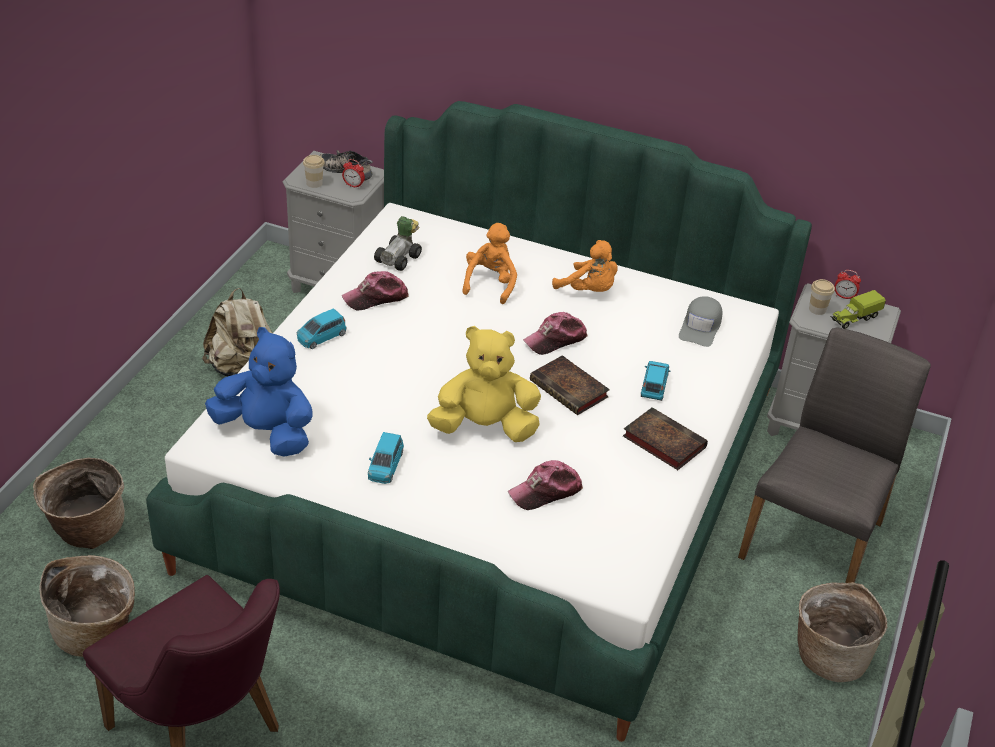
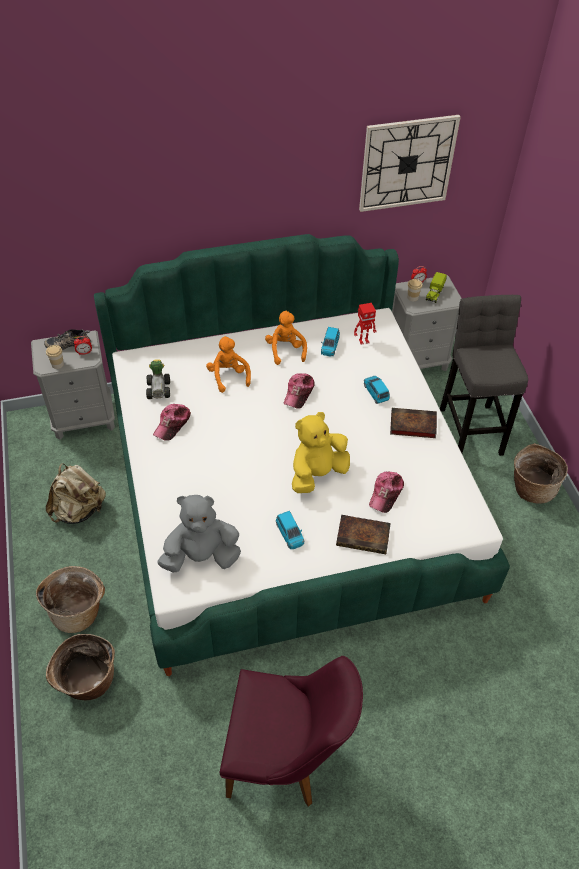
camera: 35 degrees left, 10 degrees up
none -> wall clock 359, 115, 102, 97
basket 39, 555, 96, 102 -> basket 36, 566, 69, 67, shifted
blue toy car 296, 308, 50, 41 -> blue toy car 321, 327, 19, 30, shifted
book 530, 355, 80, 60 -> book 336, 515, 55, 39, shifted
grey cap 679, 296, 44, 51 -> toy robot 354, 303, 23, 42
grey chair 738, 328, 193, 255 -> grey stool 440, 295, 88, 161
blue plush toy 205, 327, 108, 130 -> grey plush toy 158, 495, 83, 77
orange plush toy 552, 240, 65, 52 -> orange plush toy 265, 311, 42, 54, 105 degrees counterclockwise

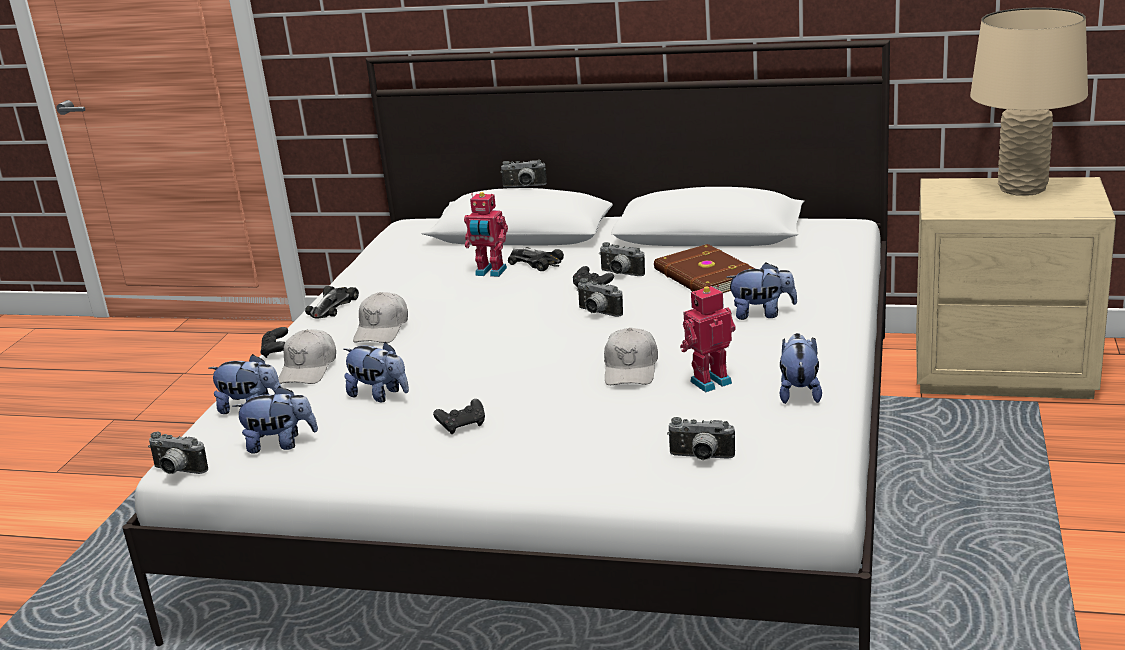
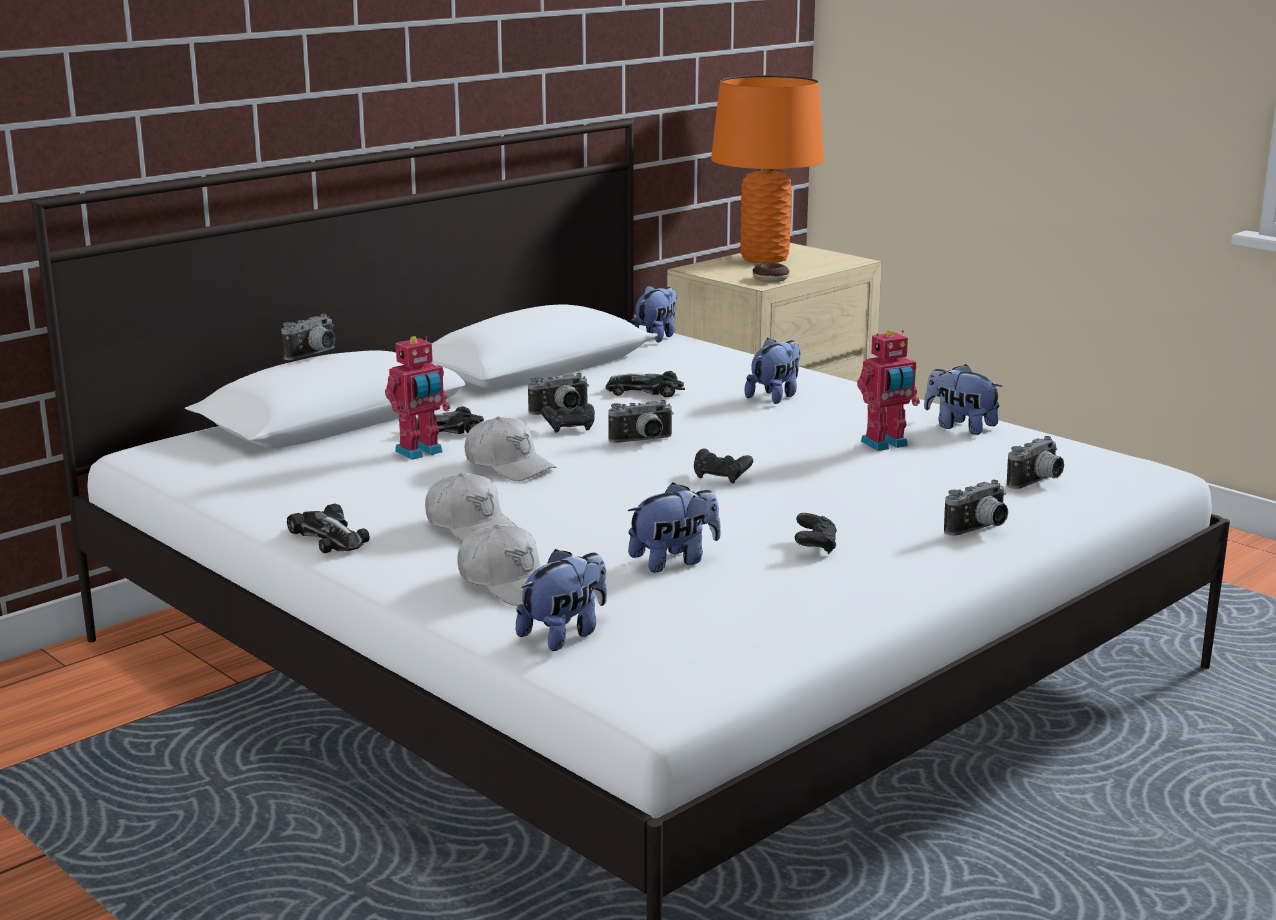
camera: 60 degrees left, 5 degrees down
none -> donut 753, 263, 37, 19
photo camera 148, 432, 60, 42 -> photo camera 944, 480, 64, 56, shifted
plush toy 232, 386, 86, 68 -> plush toy 631, 285, 46, 58, shifted
black game controller 260, 327, 28, 31 -> black game controller 694, 449, 59, 35, shifted
white cap 604, 328, 54, 57 -> white cap 464, 417, 92, 64, shifted
brown book 654, 244, 101, 49 -> toy car 606, 371, 79, 26
beige table lamp 970, 8, 118, 188 -> orange table lamp 711, 75, 113, 188
toy robot 680, 285, 56, 107 -> toy robot 857, 330, 63, 121, 120 degrees counterclockwise

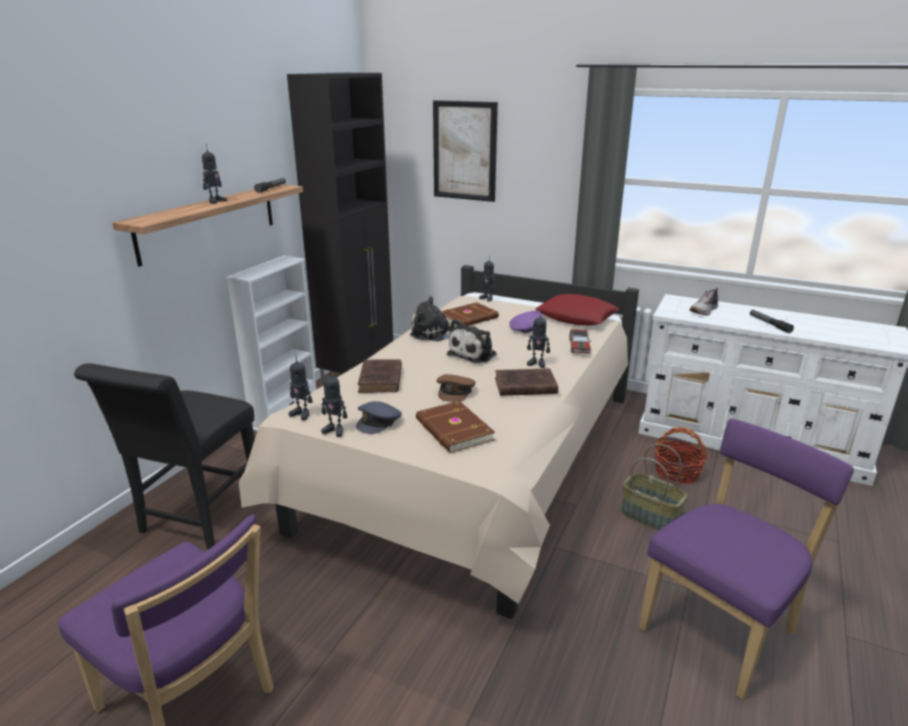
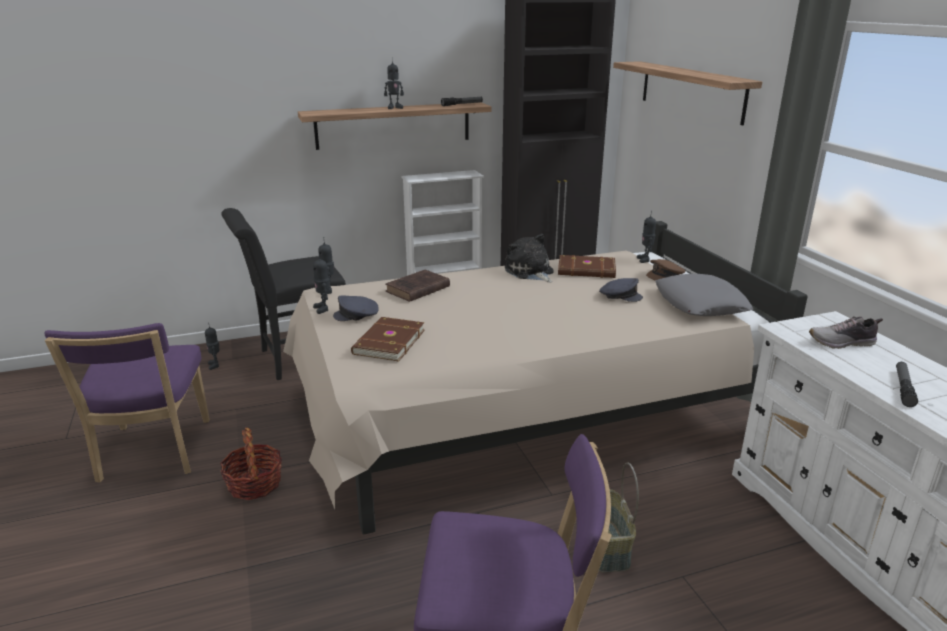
camera: 45 degrees right, 0 degrees up
plush toy 447, 319, 50, 44 -> none
brown book 495, 368, 63, 28 -> none
toy car 569, 329, 22, 25 -> none
brown cap 436, 374, 40, 28 -> brown cap 646, 259, 39, 21, shifted
toy robot 527, 311, 23, 57 -> toy robot 205, 322, 14, 48, shifted
basket 655, 427, 52, 57 -> basket 220, 428, 62, 72, shifted
picture 433, 100, 65, 102 -> shelf 613, 61, 149, 64
purple cap 510, 311, 32, 22 -> grey cap 599, 278, 44, 24
red pillow 536, 294, 84, 31 -> grey pillow 655, 274, 98, 42

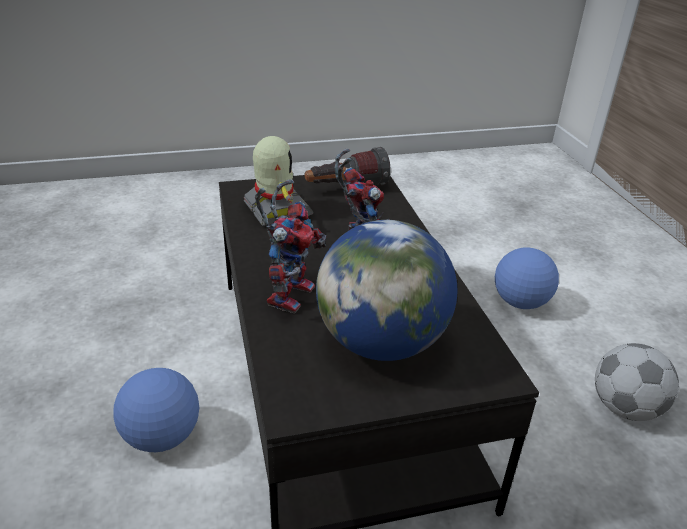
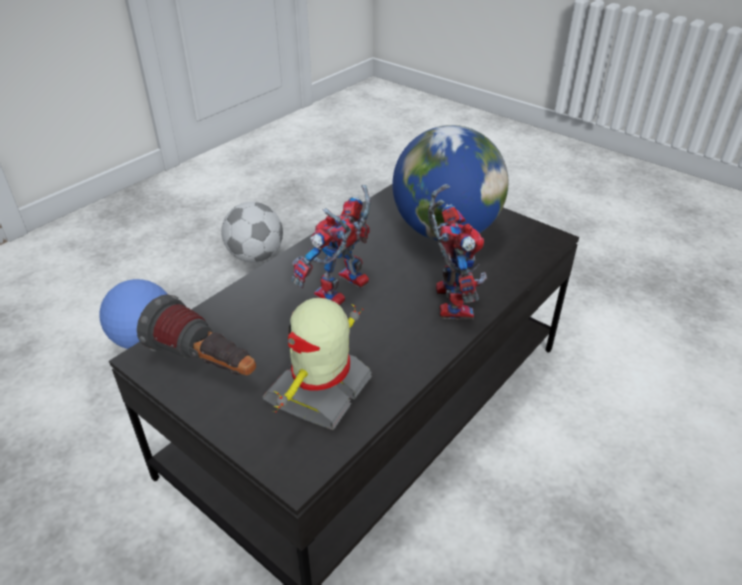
camera: 125 degrees left, 5 degrees up
football 113, 368, 86, 84 -> none
toy robot 255, 179, 71, 134 -> toy robot 428, 184, 59, 136, 105 degrees clockwise

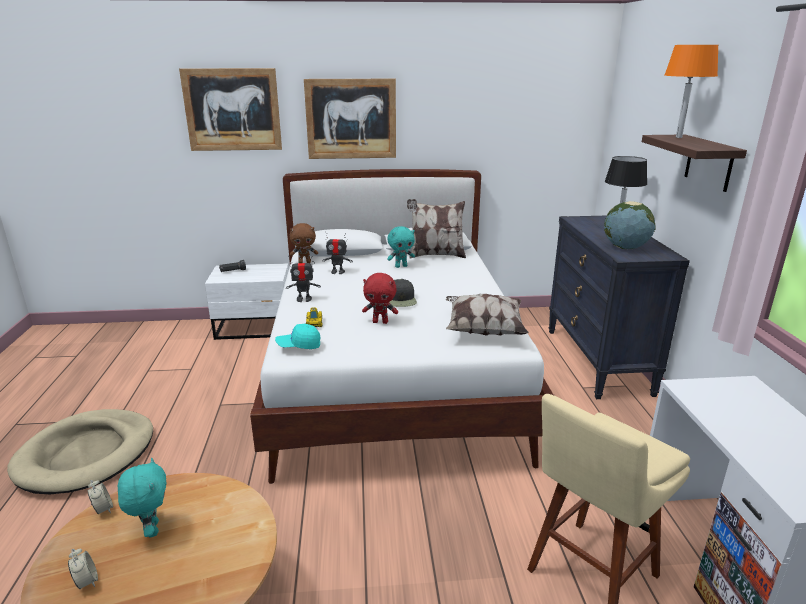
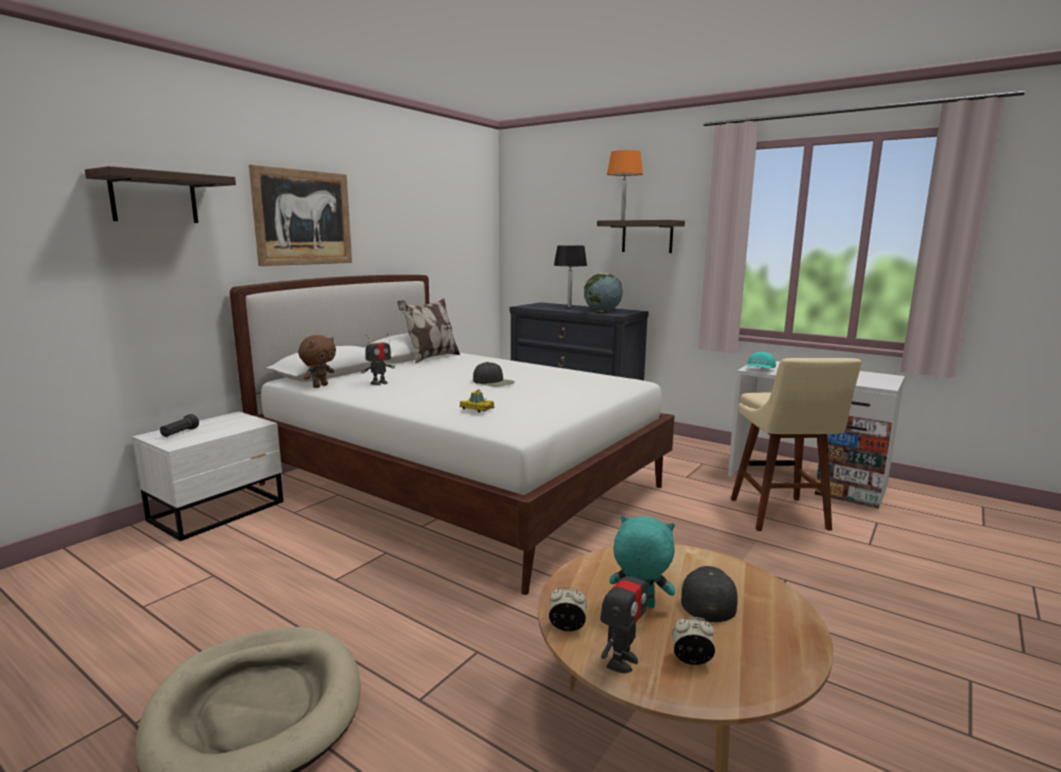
camera: 50 degrees left, 10 degrees down
red plush toy 362, 273, 36, 51 -> none
turquoise plush toy 387, 226, 28, 42 -> none
pillow 446, 294, 83, 42 -> none
none -> black cap 681, 566, 57, 56
turquoise cap 275, 324, 45, 25 -> turquoise cap 747, 352, 29, 17, shifted
toy robot 286, 256, 35, 46 -> toy robot 600, 558, 47, 115, shifted
picture 179, 68, 103, 83 -> shelf 85, 166, 151, 57

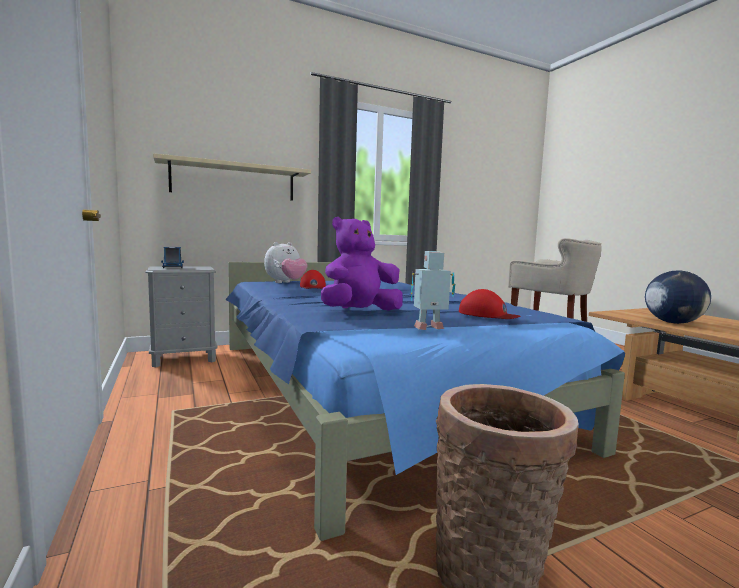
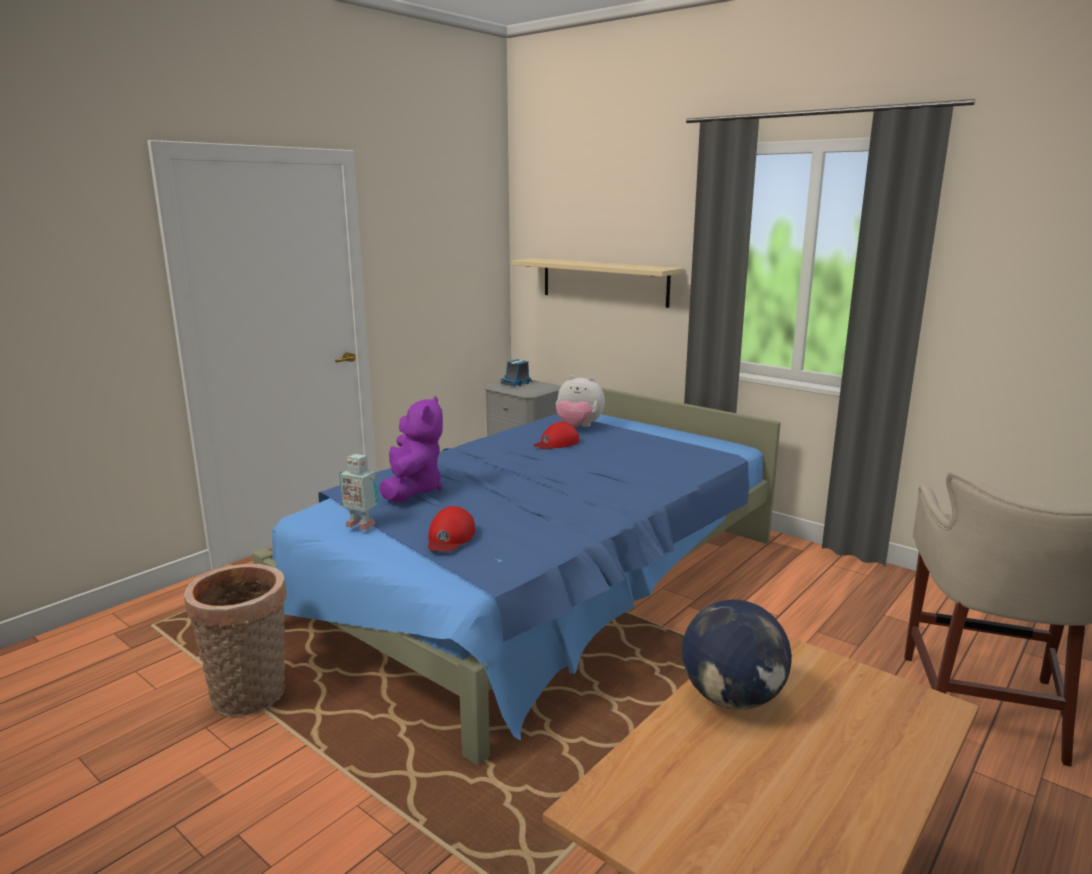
camera: 65 degrees right, 10 degrees up
purple plush toy 321, 217, 82, 93 -> purple plush toy 379, 396, 64, 106, 60 degrees clockwise
toy robot 411, 251, 44, 79 -> toy robot 339, 454, 39, 76, 150 degrees clockwise

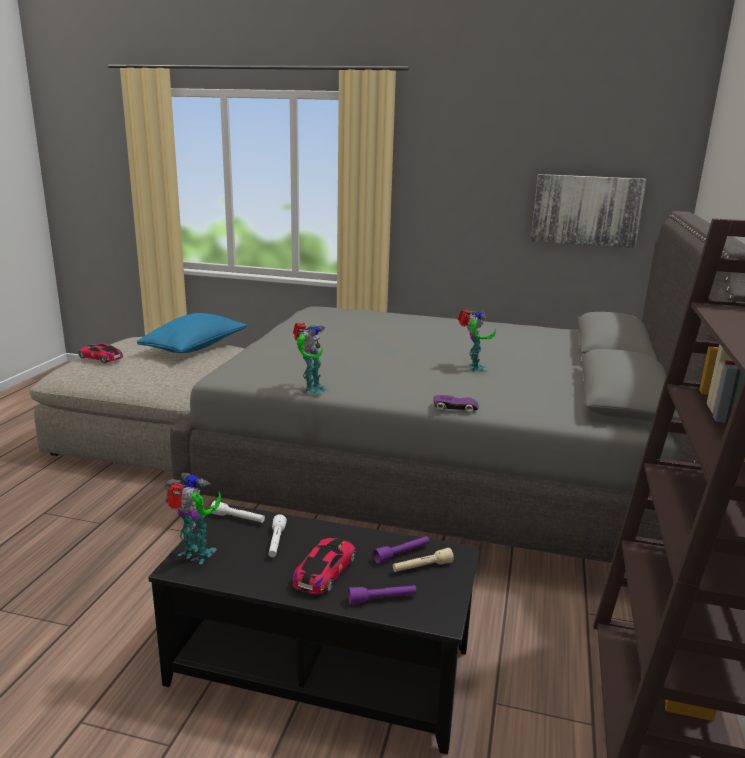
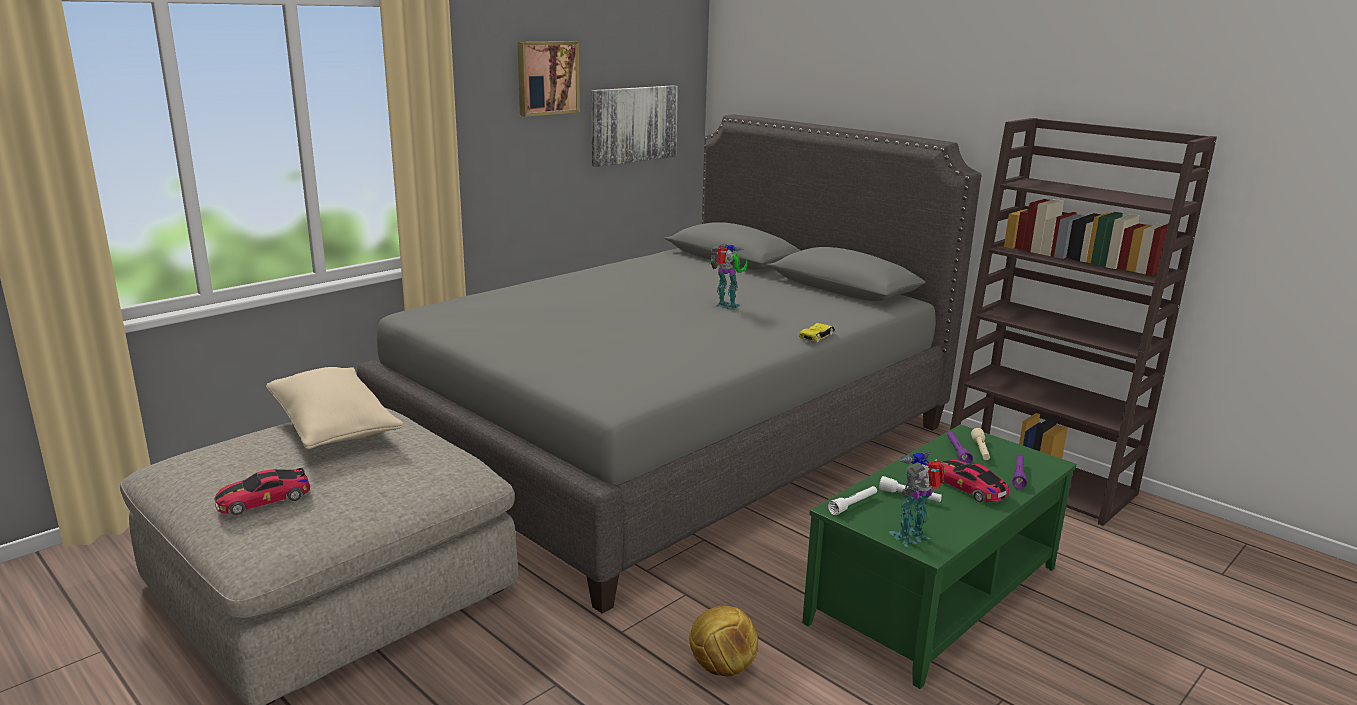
camera: 60 degrees left, 0 degrees up
toy robot 293, 323, 36, 72 -> none
none -> picture 517, 41, 63, 76
none -> football 690, 606, 68, 70
blue pillow 137, 313, 110, 40 -> beige pillow 266, 367, 138, 83
black coffee table 148, 504, 332, 251 -> green coffee table 802, 424, 275, 265
purple toy car 433, 395, 46, 17 -> yellow toy car 799, 323, 36, 19

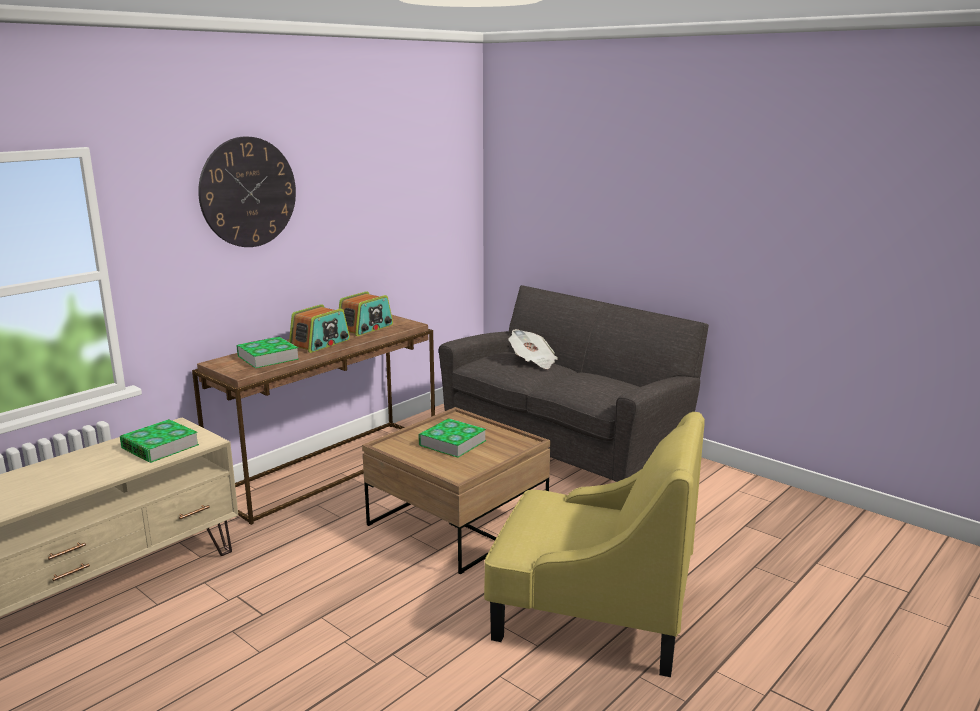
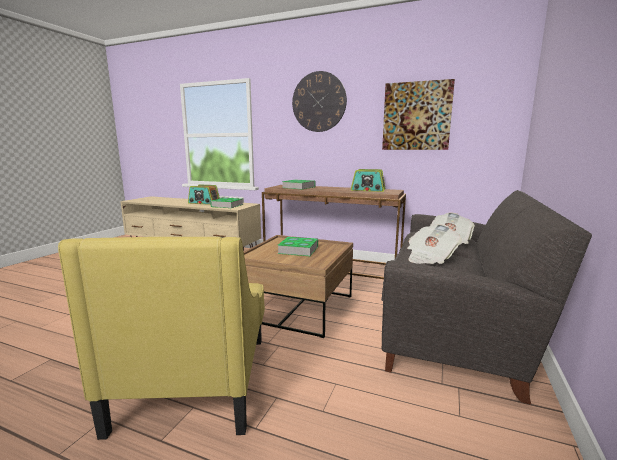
camera: 70 degrees right, 5 degrees down
none -> picture 382, 79, 73, 71
none -> newspaper 407, 224, 55, 40
radio 289, 304, 61, 49 -> radio 188, 184, 32, 21, shifted

